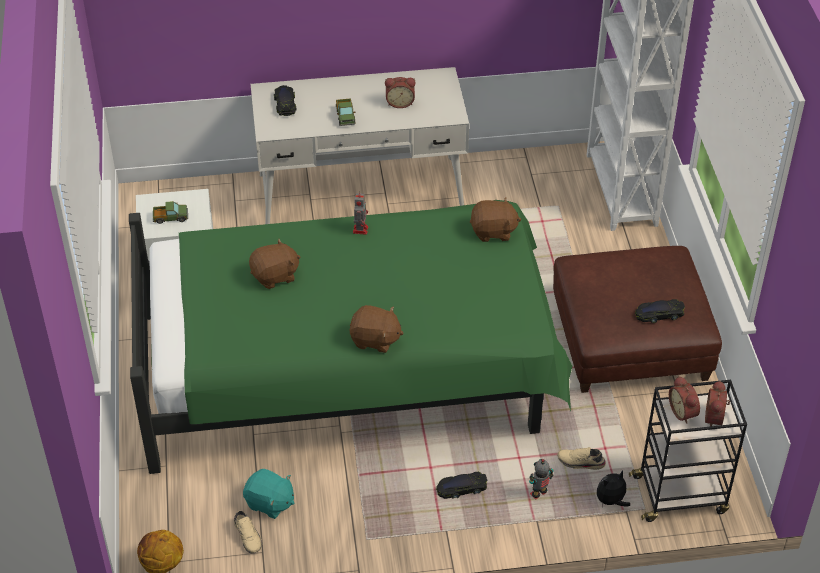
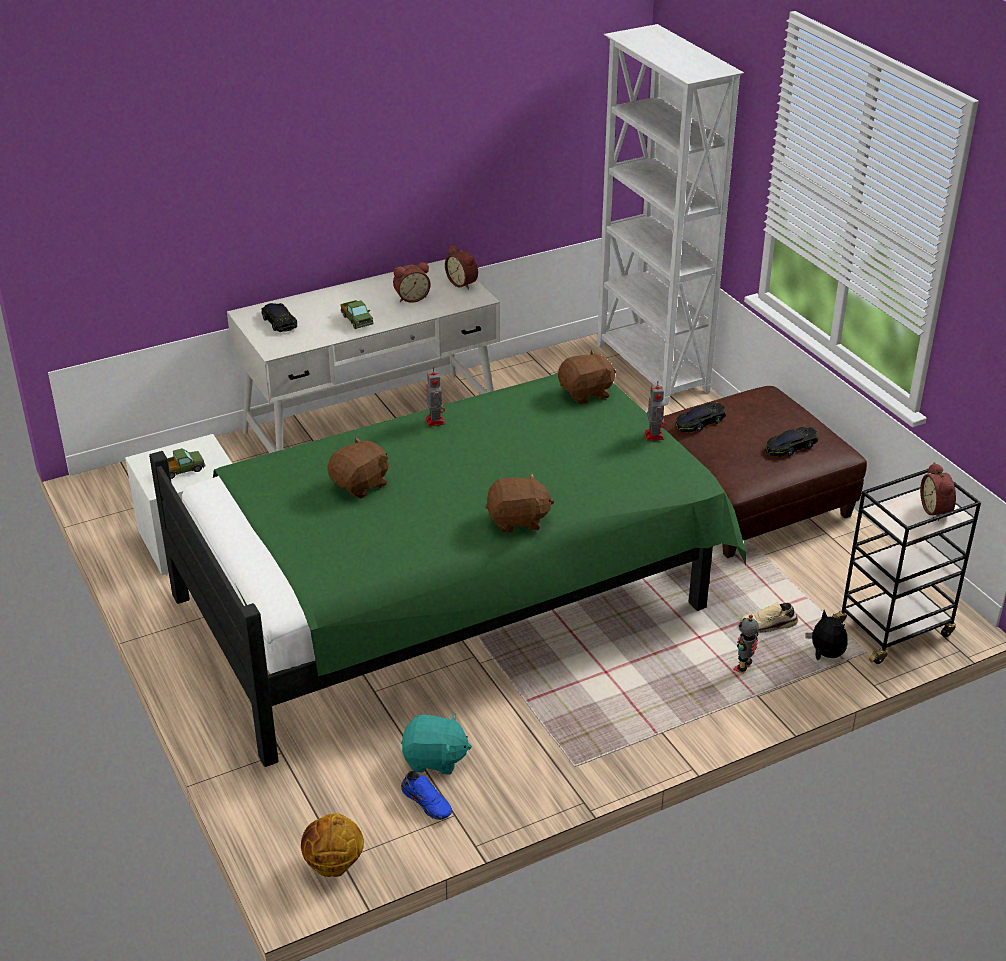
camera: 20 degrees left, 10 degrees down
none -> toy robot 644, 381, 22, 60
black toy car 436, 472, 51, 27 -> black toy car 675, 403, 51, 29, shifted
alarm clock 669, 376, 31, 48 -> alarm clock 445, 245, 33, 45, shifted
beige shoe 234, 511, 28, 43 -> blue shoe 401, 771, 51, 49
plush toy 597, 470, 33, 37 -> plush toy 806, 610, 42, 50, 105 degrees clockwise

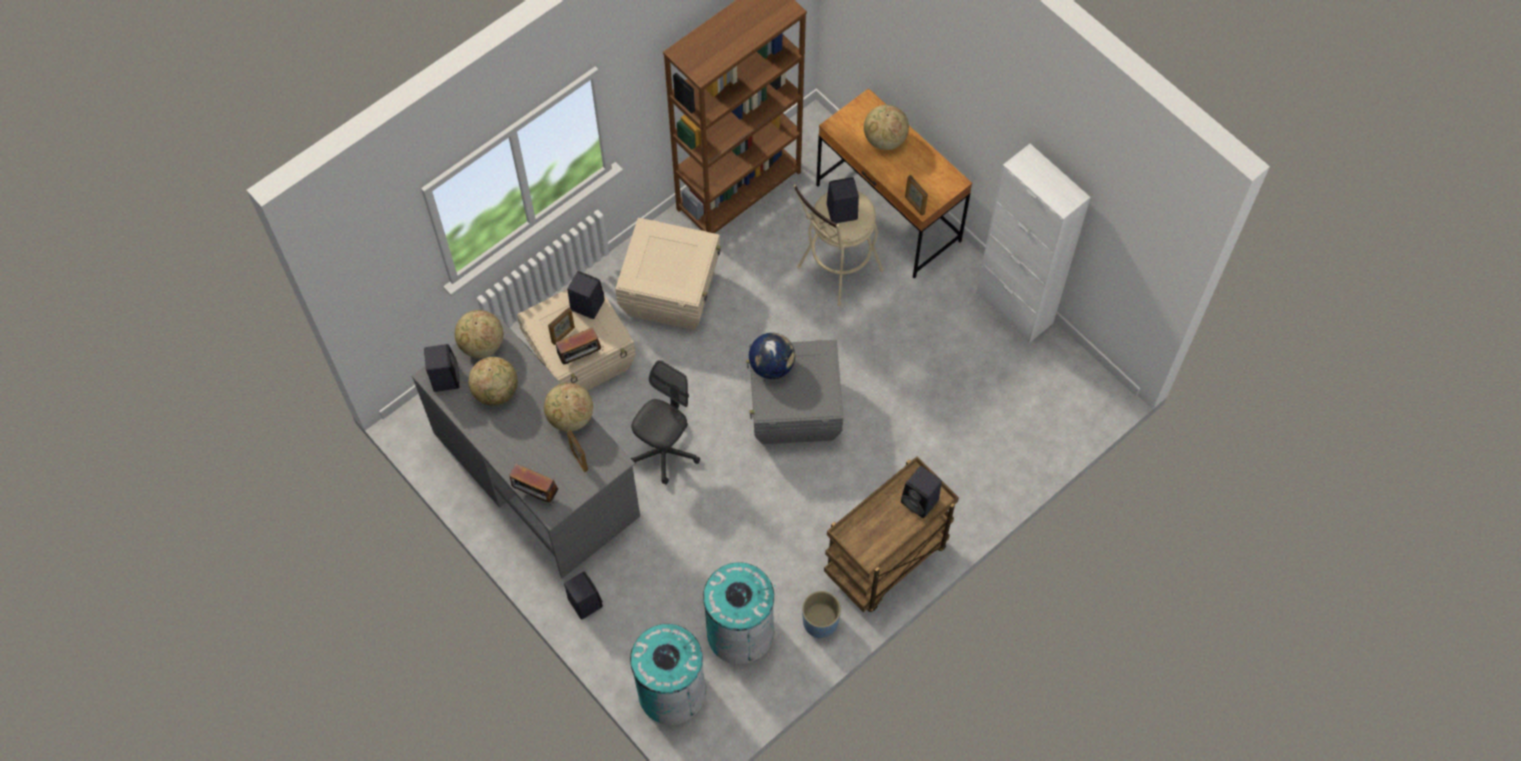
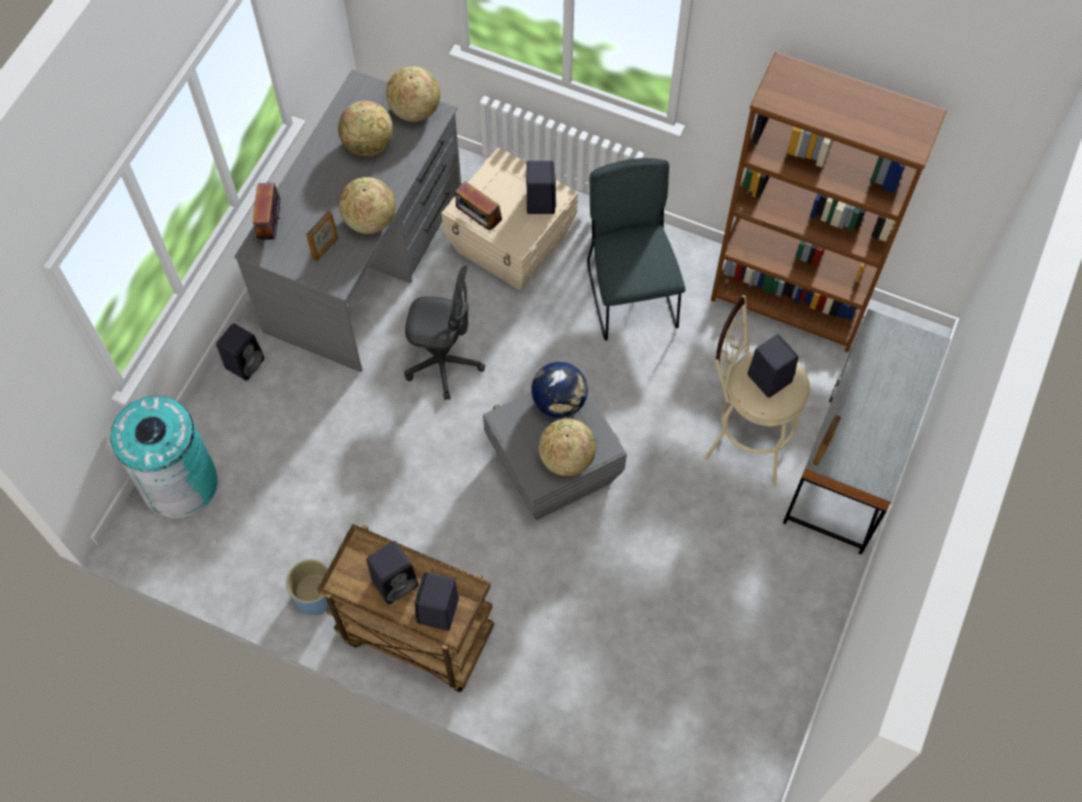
camera: 65 degrees right, 0 degrees up
picture frame 548, 307, 27, 38 -> none
turquoise trash can 703, 562, 72, 103 -> none
white cabinet 976, 144, 115, 199 -> none
black speaker 424, 344, 36, 48 -> black speaker 366, 541, 53, 63, shifted
globe 864, 105, 45, 45 -> globe 539, 418, 57, 58, shifted
beige storage box 615, 218, 106, 112 -> grey chair 587, 158, 98, 183
brown desk 816, 88, 156, 191 -> grey desk 783, 309, 168, 246

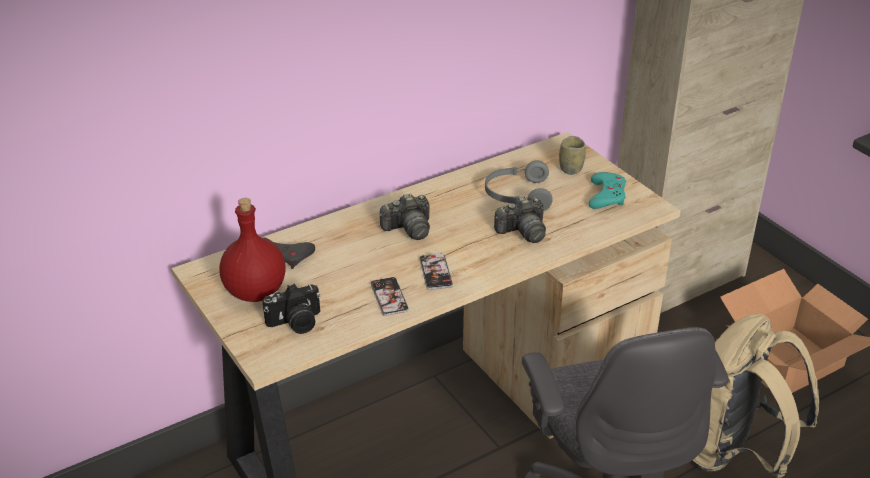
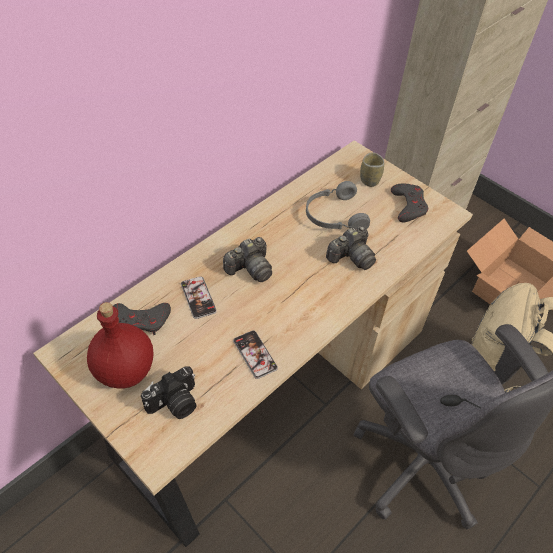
camera: 15 degrees left, 15 degrees up
phone 419, 253, 34, 37 -> phone 181, 276, 36, 43, shifted
turquoise game controller 588, 172, 38, 37 -> grey game controller 391, 183, 37, 39

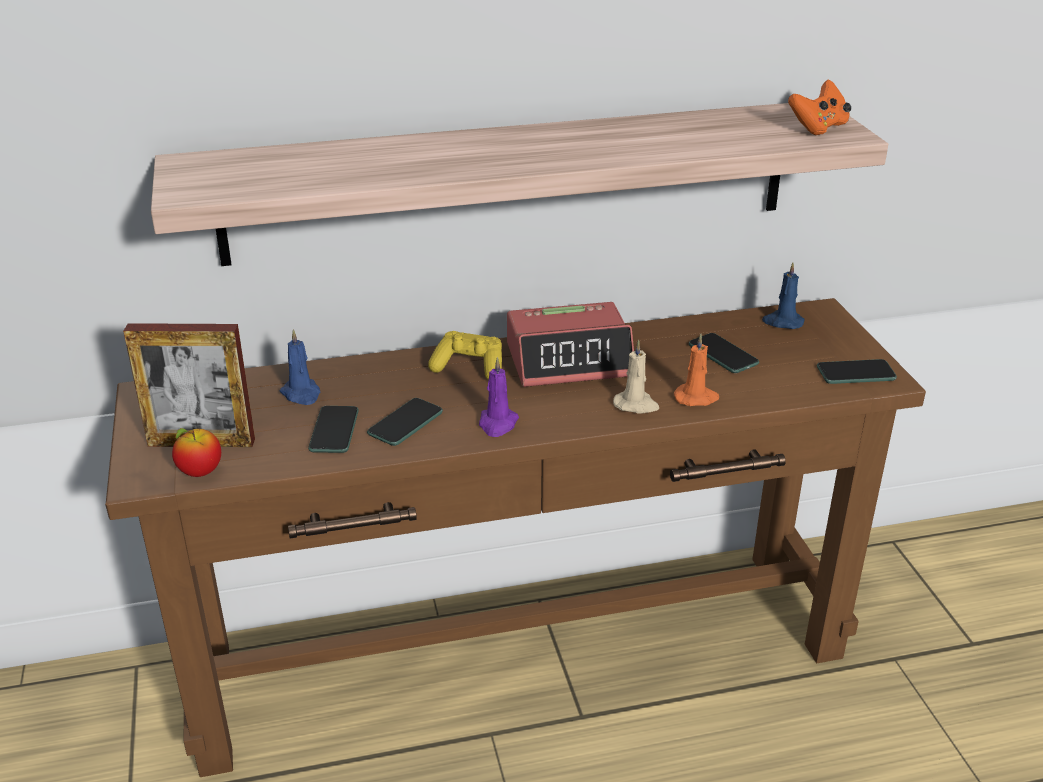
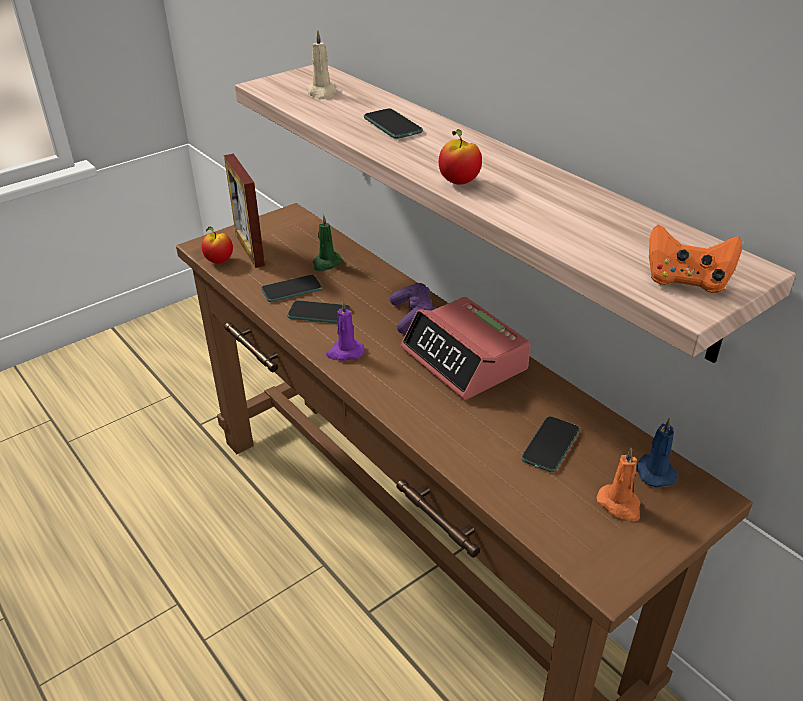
camera: 65 degrees right, 5 degrees up
none -> apple 439, 129, 43, 56
beige candle 613, 340, 46, 74 -> beige candle 306, 30, 31, 69, shifted
orange candle 674, 334, 45, 72 -> orange candle 597, 447, 44, 75, shifted
phone 817, 359, 80, 25 -> phone 364, 108, 59, 31, shifted
blue candle 280, 329, 40, 76 -> green candle 313, 215, 30, 56
yellow game controller 428, 331, 74, 49 -> purple game controller 390, 283, 46, 51

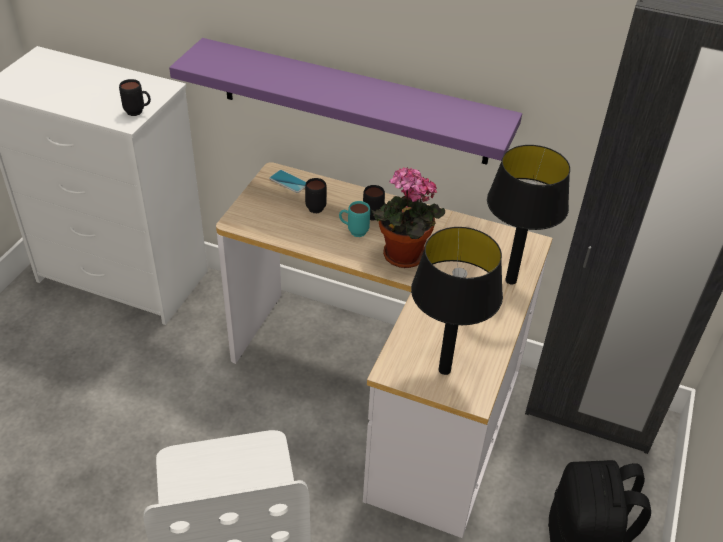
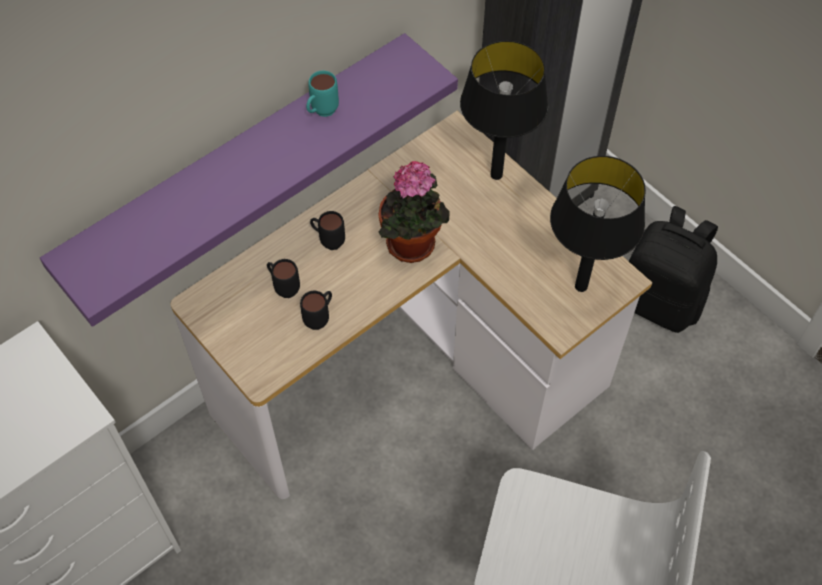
camera: 60 degrees left, 15 degrees up
phone 269, 170, 37, 23 -> none
black mug 119, 79, 32, 37 -> black mug 300, 291, 32, 39, shifted
turquoise mug 339, 201, 31, 36 -> turquoise mug 306, 71, 33, 46, shifted

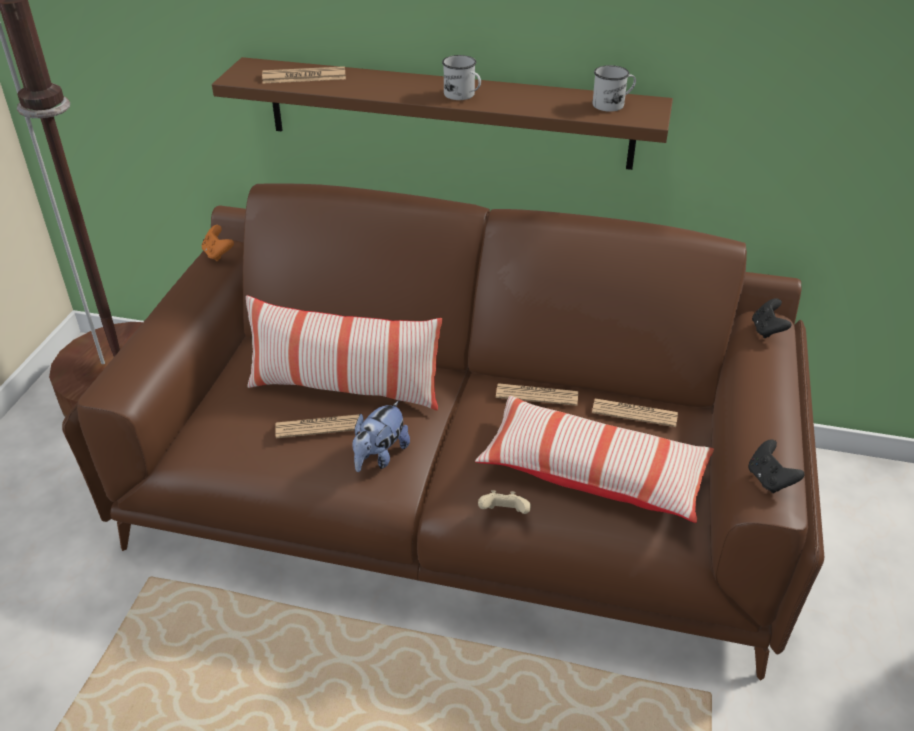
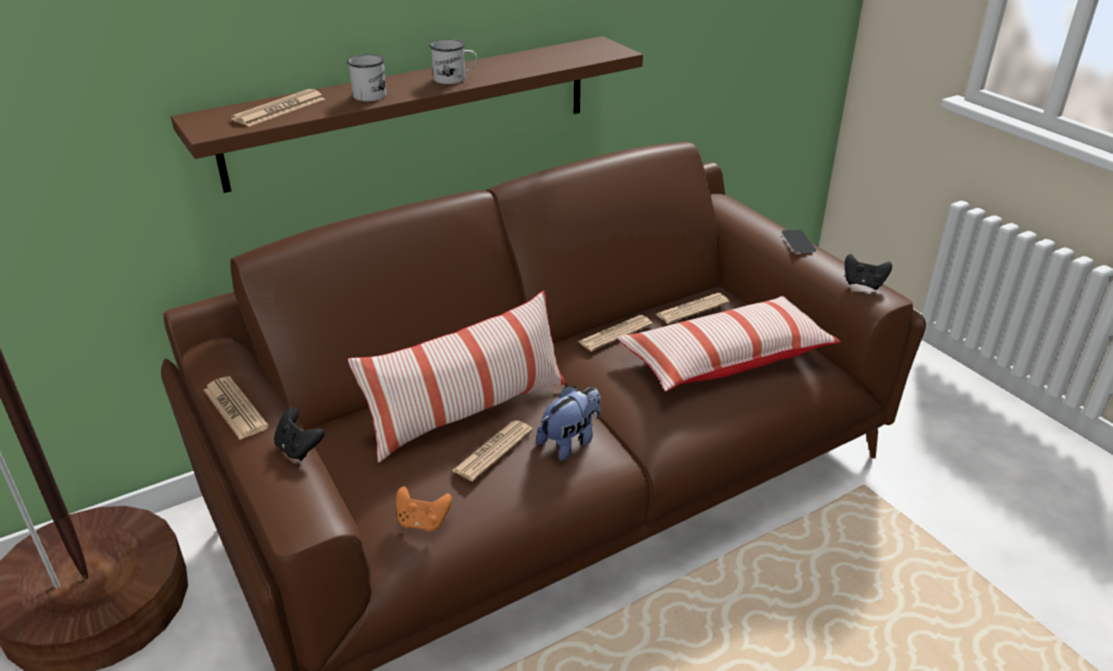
camera: 45 degrees left, 5 degrees down
beige game controller 478, 490, 53, 24 -> none
none -> newspaper 203, 376, 66, 64
none -> phone 782, 229, 34, 24
orange game controller 202, 225, 32, 36 -> orange game controller 396, 486, 56, 45, shifted
white mug 592, 65, 44, 47 -> white mug 347, 54, 39, 47, shifted
black game controller 752, 298, 39, 40 -> black game controller 274, 407, 51, 54, shifted
plush toy 352, 400, 58, 72 -> plush toy 536, 386, 65, 75, 120 degrees counterclockwise

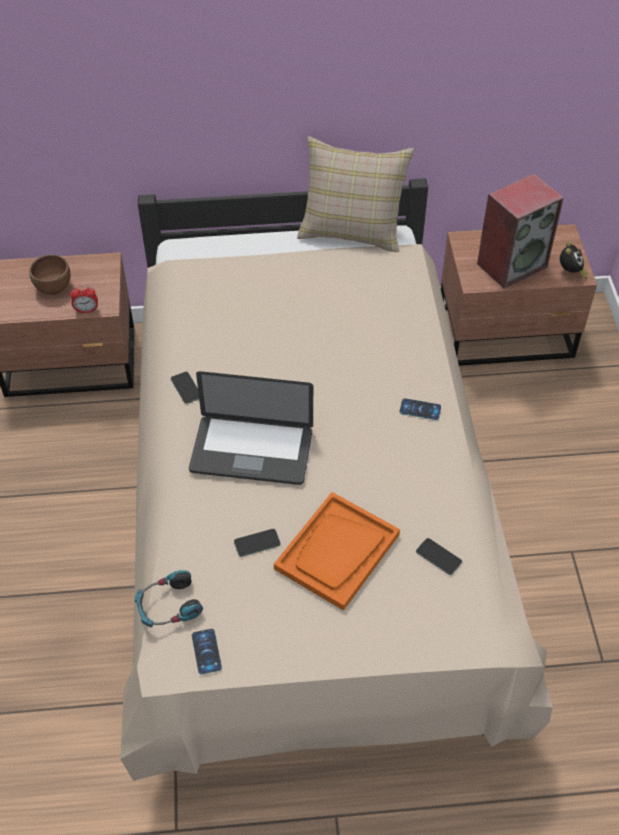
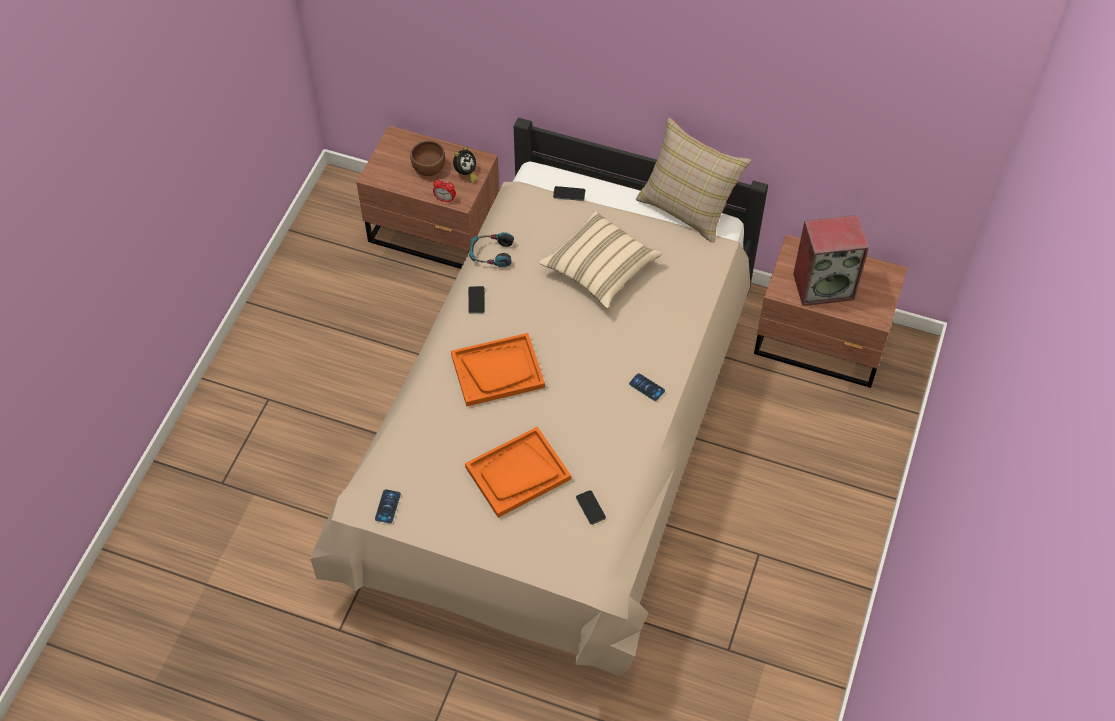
camera: 25 degrees right, 5 degrees up
none -> beige pillow 539, 210, 123, 99
headphones 135, 570, 68, 57 -> headphones 469, 232, 45, 35, shifted
phone 234, 529, 47, 28 -> phone 553, 186, 32, 15, shifted
alarm clock 560, 242, 28, 37 -> alarm clock 453, 146, 25, 37, shifted
laptop 189, 371, 124, 114 -> orange tray 451, 333, 94, 74

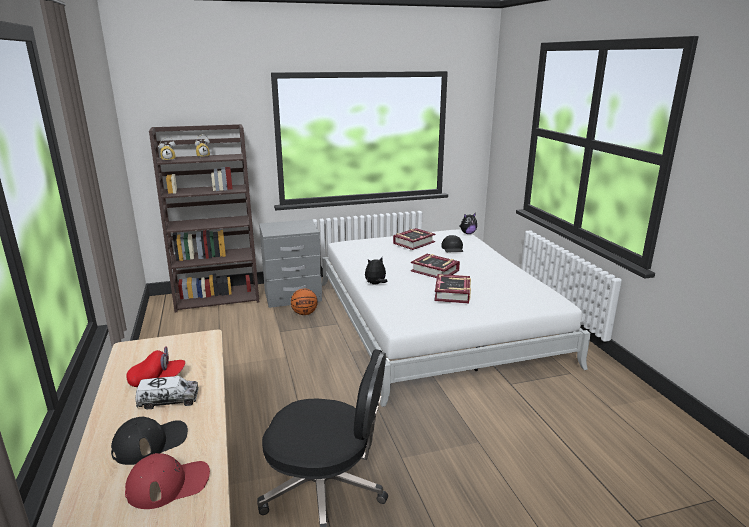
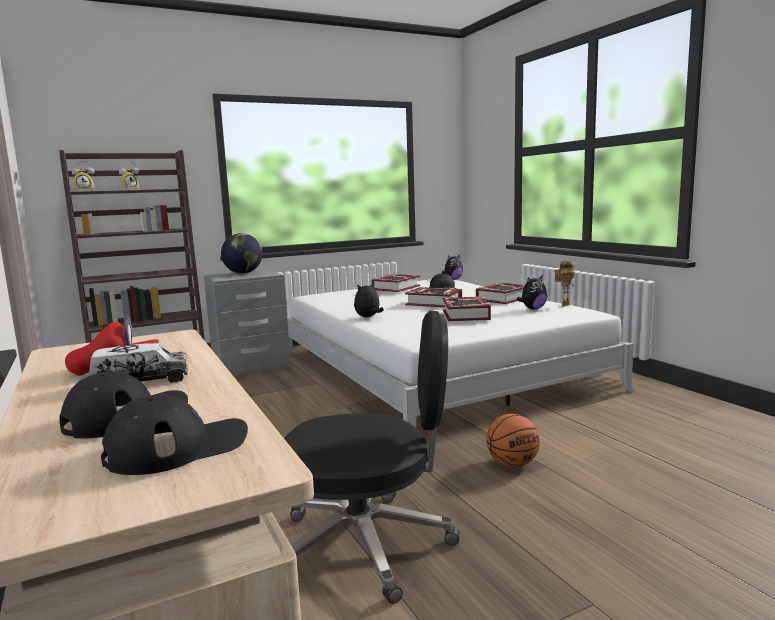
camera: 10 degrees left, 10 degrees down
none -> globe 221, 233, 41, 41
none -> book 476, 283, 49, 21
none -> plush toy 517, 275, 30, 34
none -> toy robot 554, 260, 21, 47
basketball 291, 288, 27, 27 -> basketball 486, 414, 54, 53, shifted
red cap 125, 453, 85, 56 -> black cap 101, 395, 147, 80

